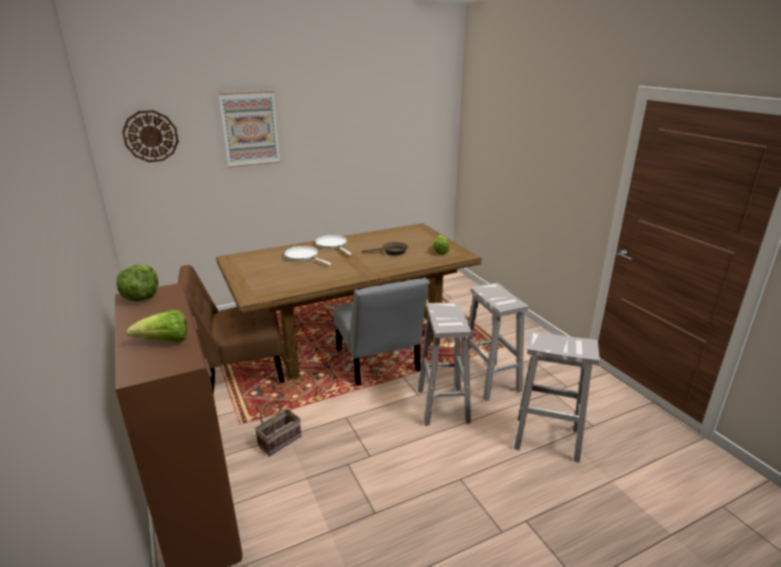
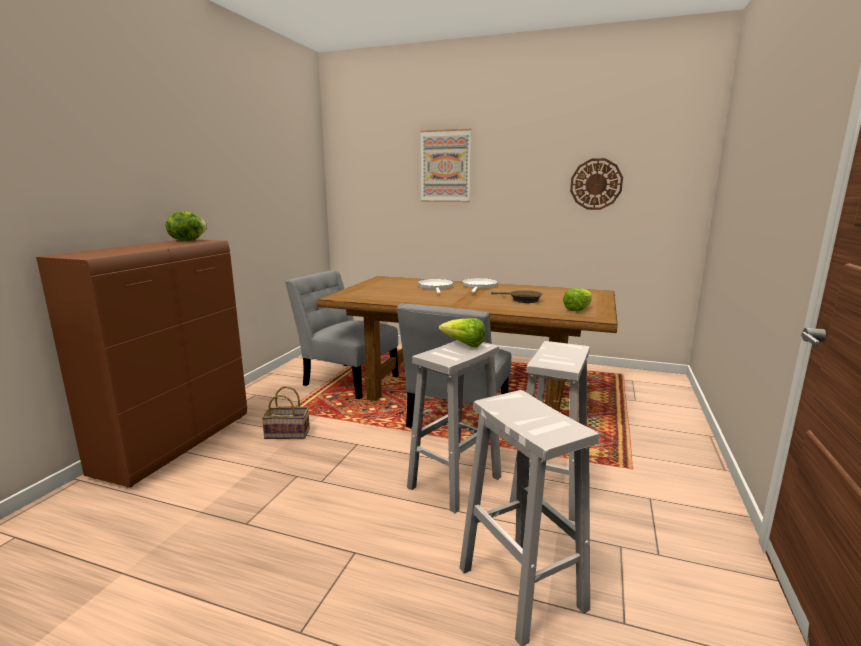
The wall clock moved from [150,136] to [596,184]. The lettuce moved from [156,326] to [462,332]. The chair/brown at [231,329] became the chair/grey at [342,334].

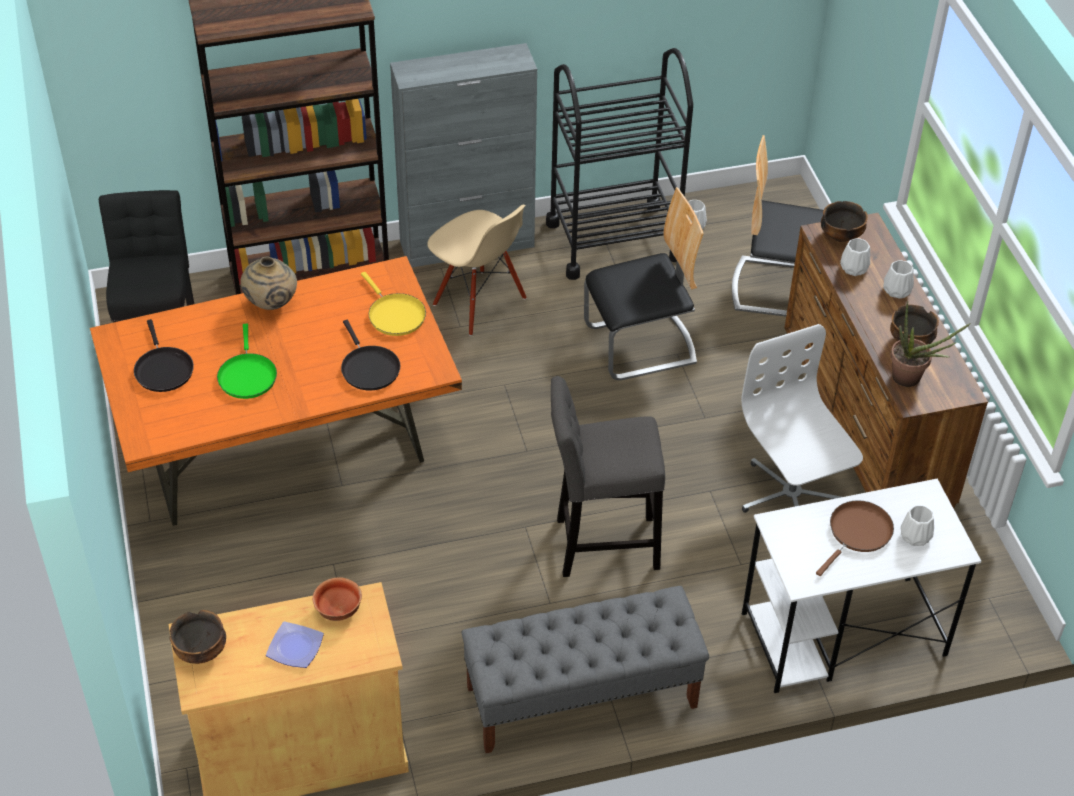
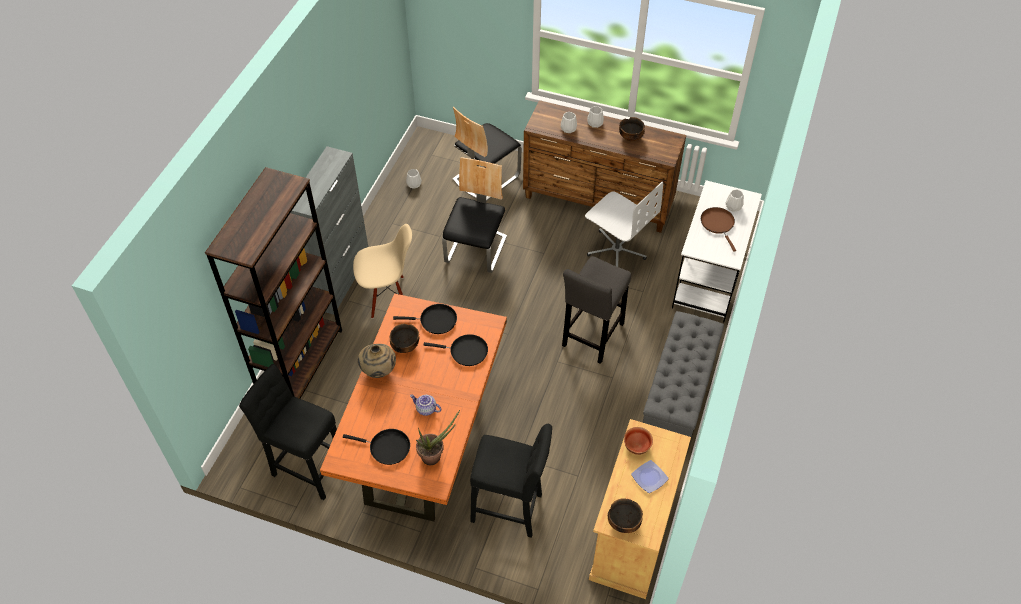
The frying pan/green at [247,361] was replaced by the teapot at [425,405]. The frying pan/yellow at [393,304] became the frying pan/black at [425,319]. The cart/black at [619,164] disappeared. The office chair/white at [802,418] turned 150 degrees counterclockwise. The bowl moved from [844,221] to [404,338]. The potted plant moved from [930,344] to [438,437]. The stool/black at [511,481] appeared.

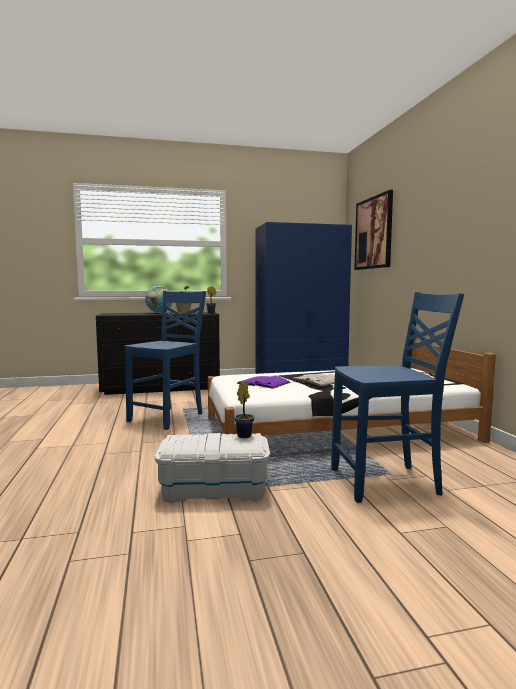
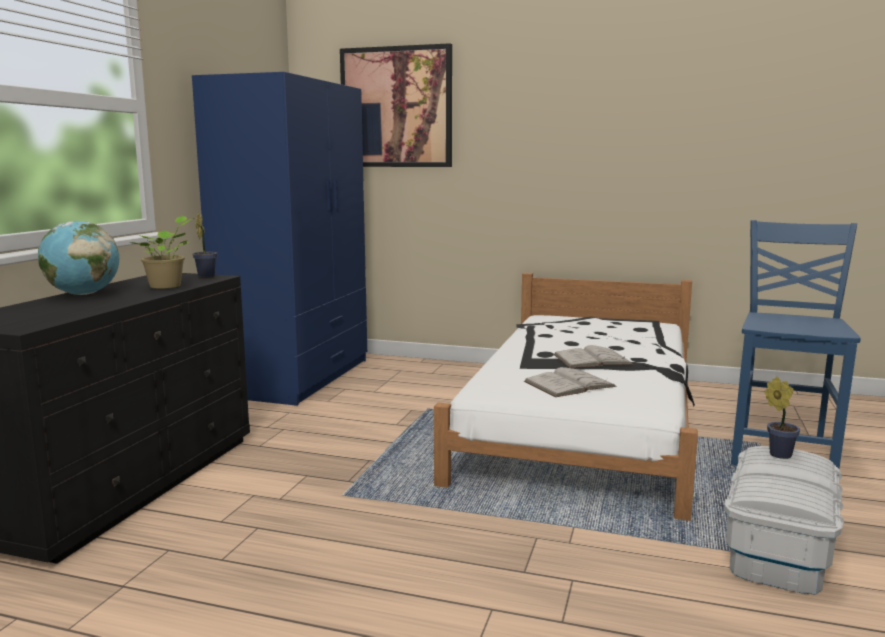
The chair/blue at [165,360] disappeared. The book/purple at [264,382] became the book/white at [570,382].

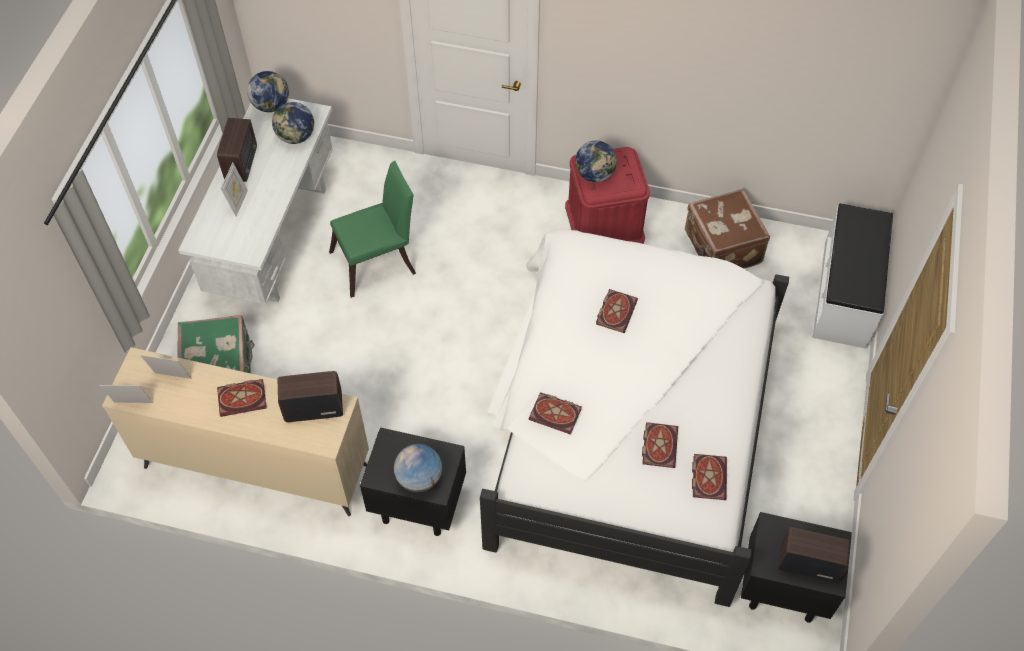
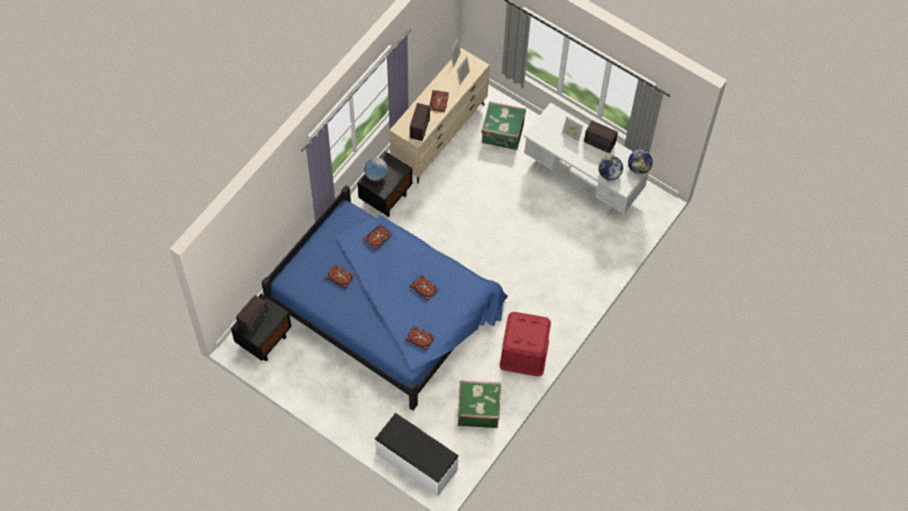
The chair/green at [372,229] disappeared. The bed/white at [634,418] became the bed/blue at [384,298]. The globe at [596,161] disappeared. The suitcase/brown at [727,229] became the suitcase/green at [479,404]. The book moved from [709,477] to [420,338].

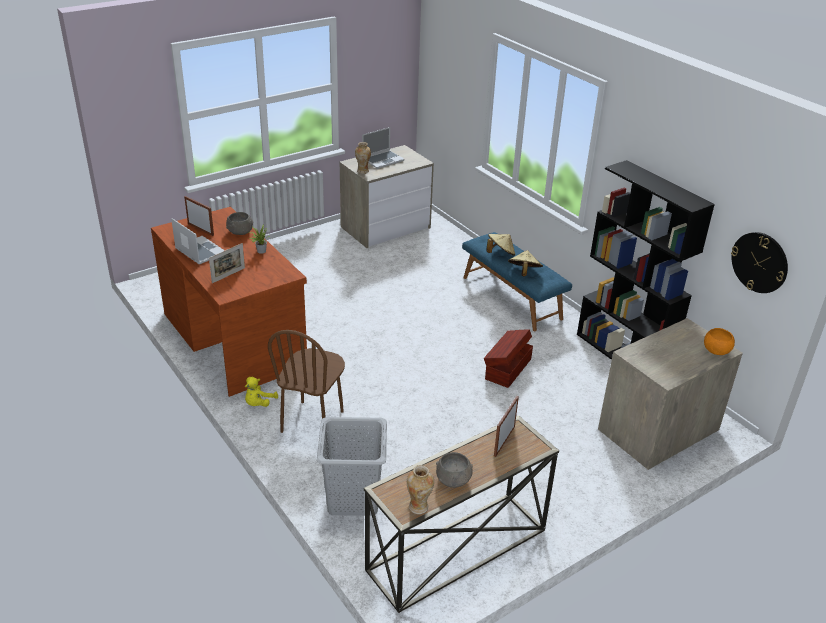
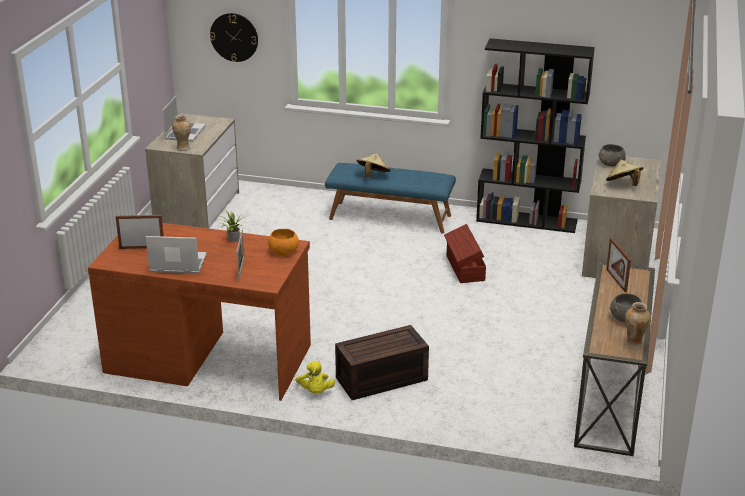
The bowl/grey moved from [239,223] to [612,155]. The chair/brown at [306,381] was replaced by the storage box/brown at [382,362]. The laundry basket/grey at [352,466] disappeared. The hat/beige moved from [525,263] to [625,173]. The bowl/orange moved from [719,341] to [283,242]. The wall clock moved from [759,262] to [234,37].

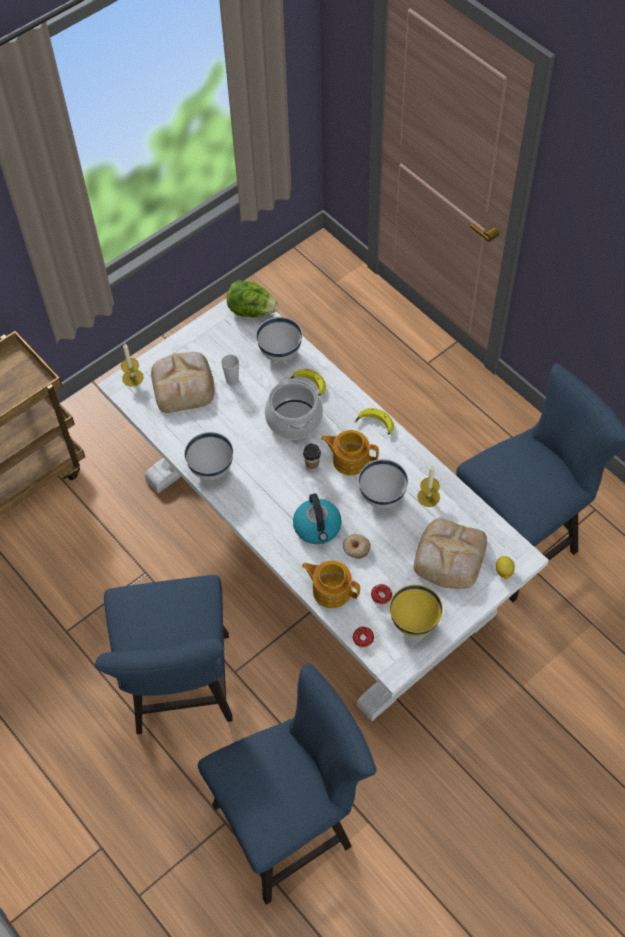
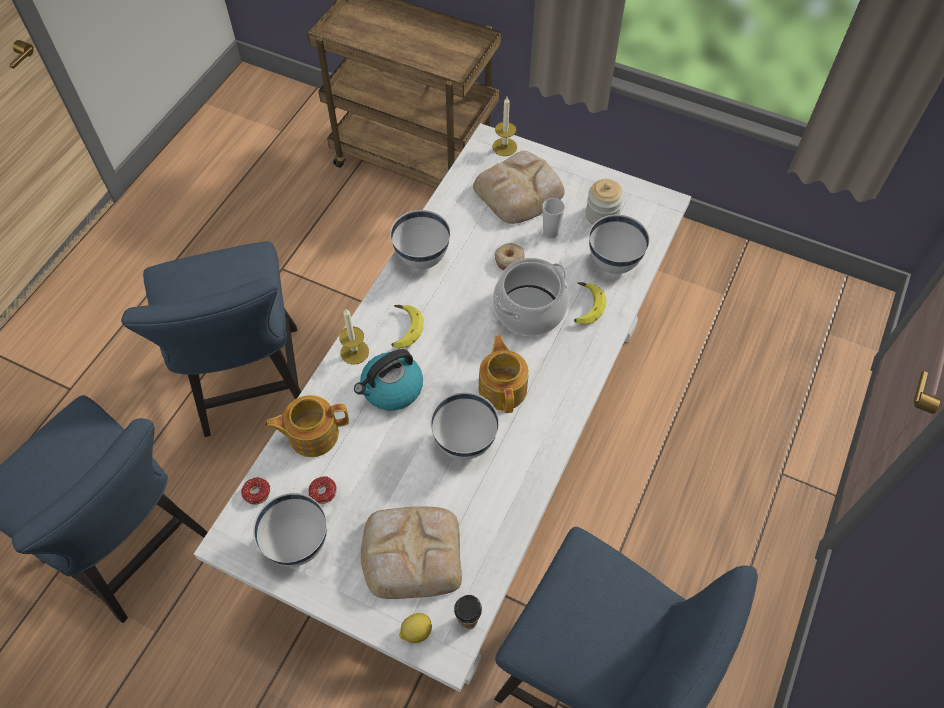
The chair/blue at [164,654] turned 75 degrees counterclockwise. The lettuce at [253,299] disappeared. The teapot at [331,584] turned 105 degrees counterclockwise. The cup moved from [312,457] to [468,612]. The donut moved from [357,546] to [510,256]. The banana moved from [374,421] to [407,326]. The bowl/yellow at [416,610] became the bowl/white at [290,530]. The candle moved from [428,486] to [354,337]. The jar at [605,202] appeared.

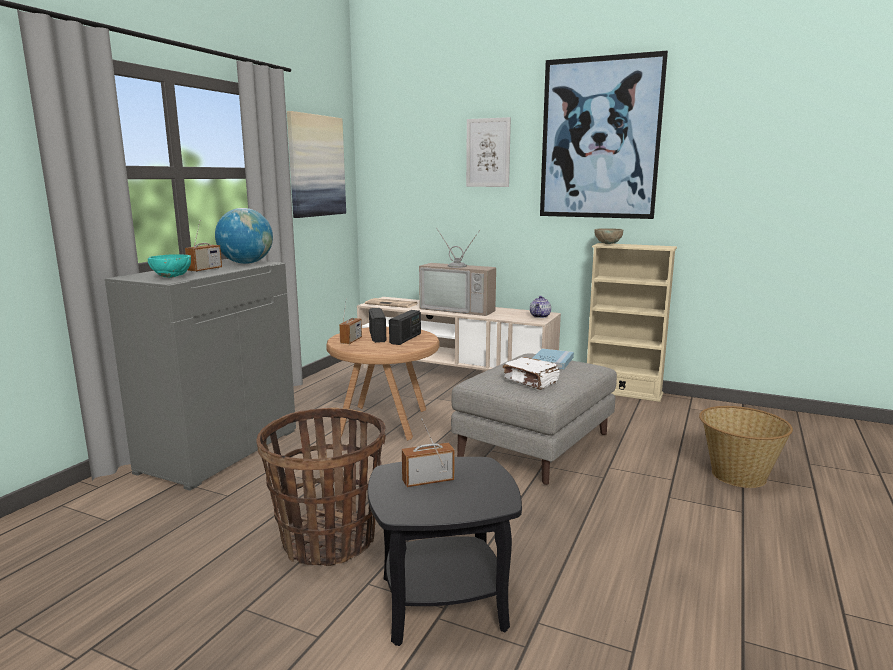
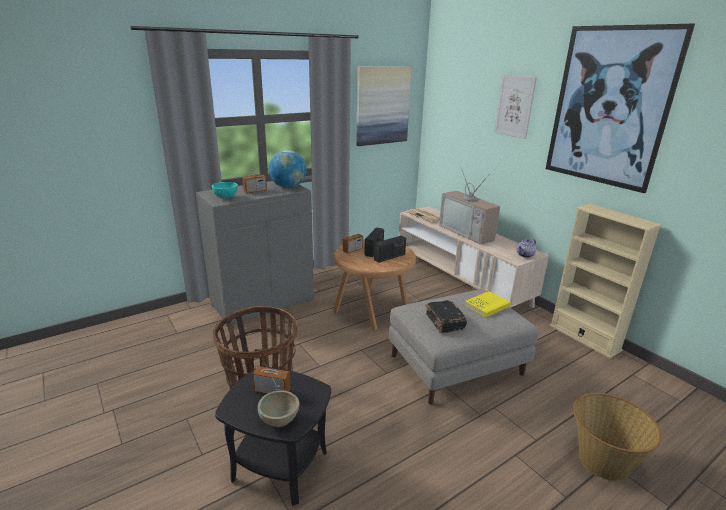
The book/white at [531,373] became the book/black at [446,316]. The book/blue at [553,359] became the book/yellow at [488,304]. The bowl/beige moved from [608,236] to [278,408].

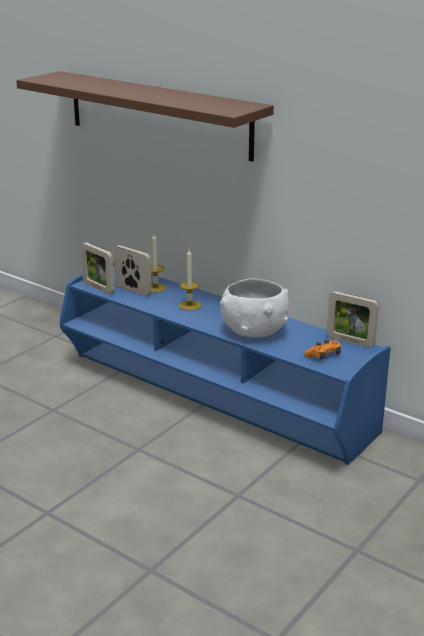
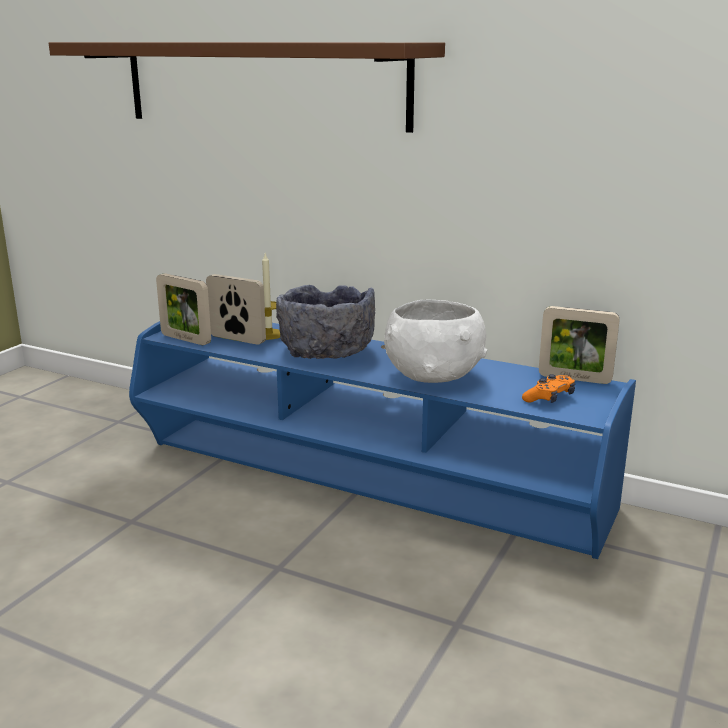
The candle at [190,280] was replaced by the bowl/grey at [325,322].

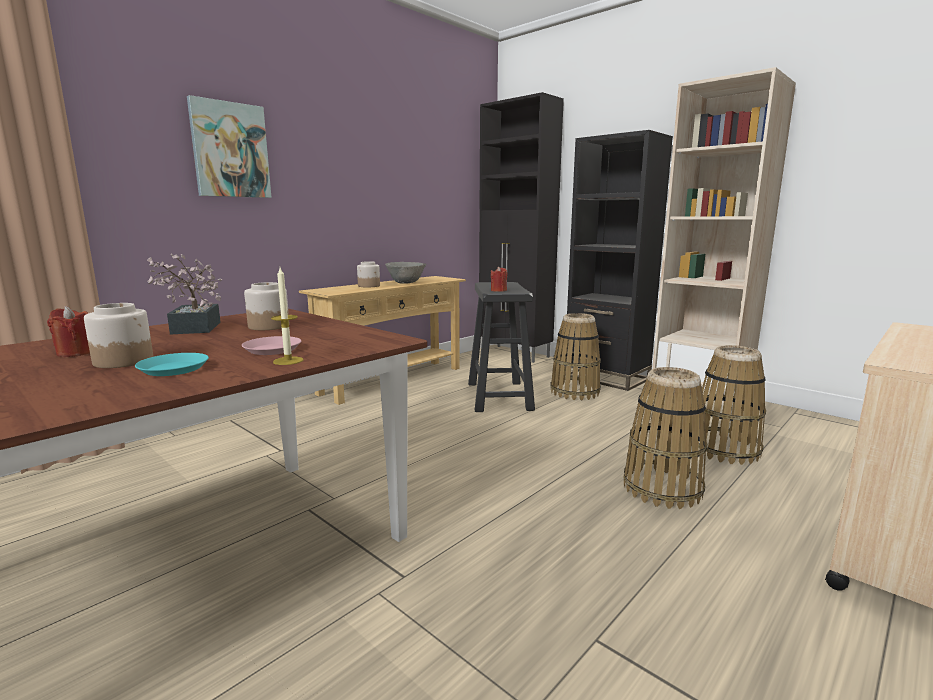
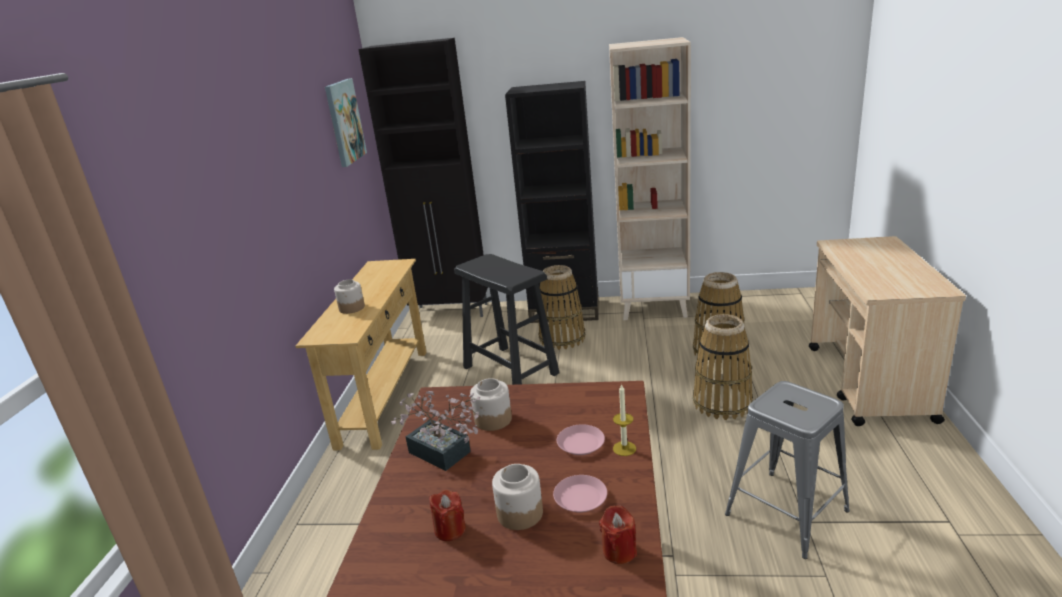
The plate/turquoise at [172,364] became the plate/pink at [580,493]. The picture moved from [229,146] to [346,122]. The bowl/grey at [405,273] disappeared. The candle/red moved from [499,279] to [618,535]. The stool/grey at [787,470] appeared.

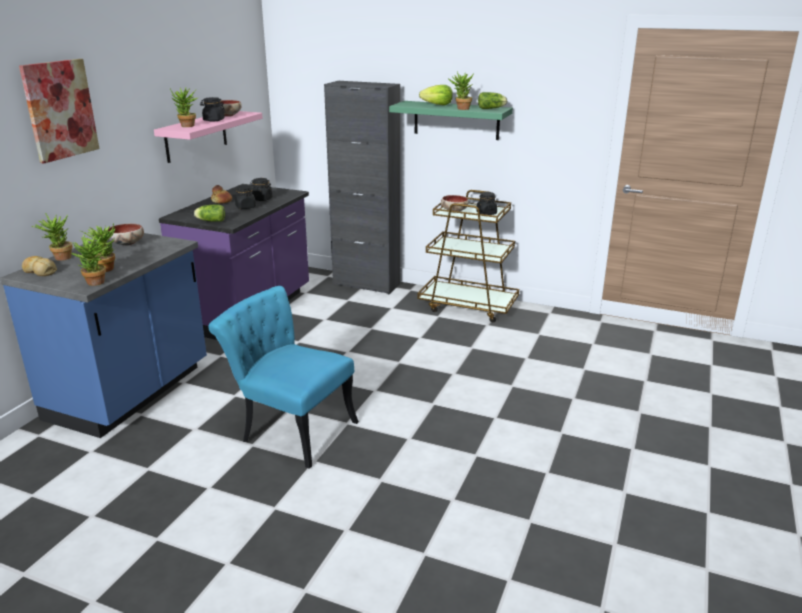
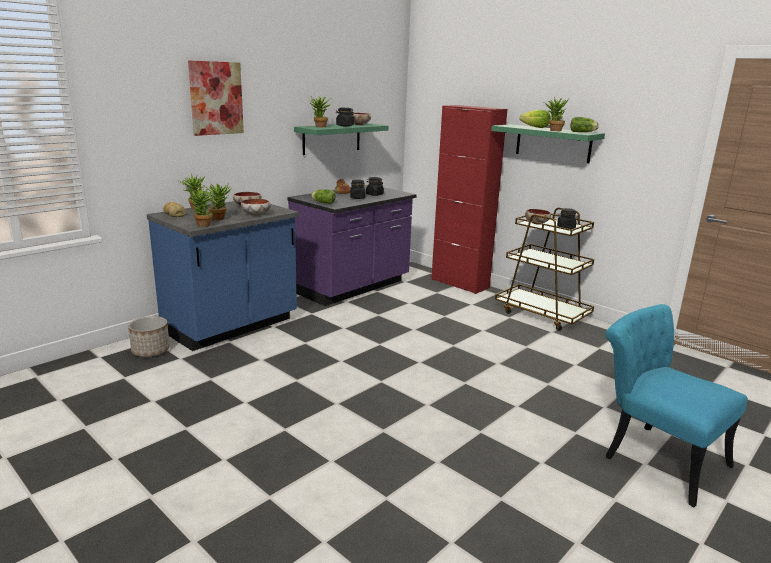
The shelf/pink at [208,137] became the shelf/green at [341,139]. The chair/turquoise moved from [283,377] to [676,405]. The cabinet/black at [362,187] became the cabinet/red at [469,199]. The planter at [149,336] appeared. The bowl at [256,207] appeared.

